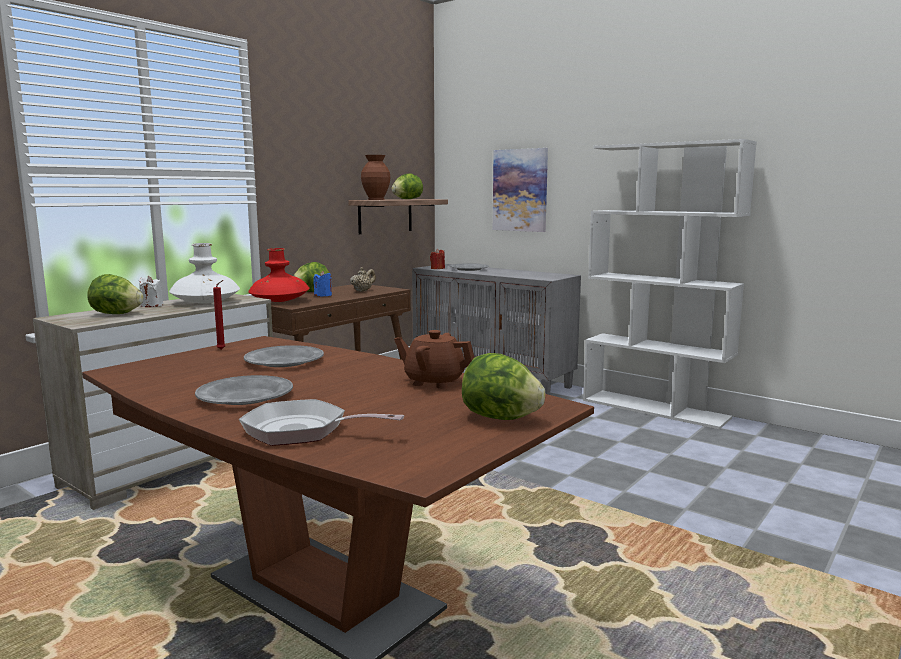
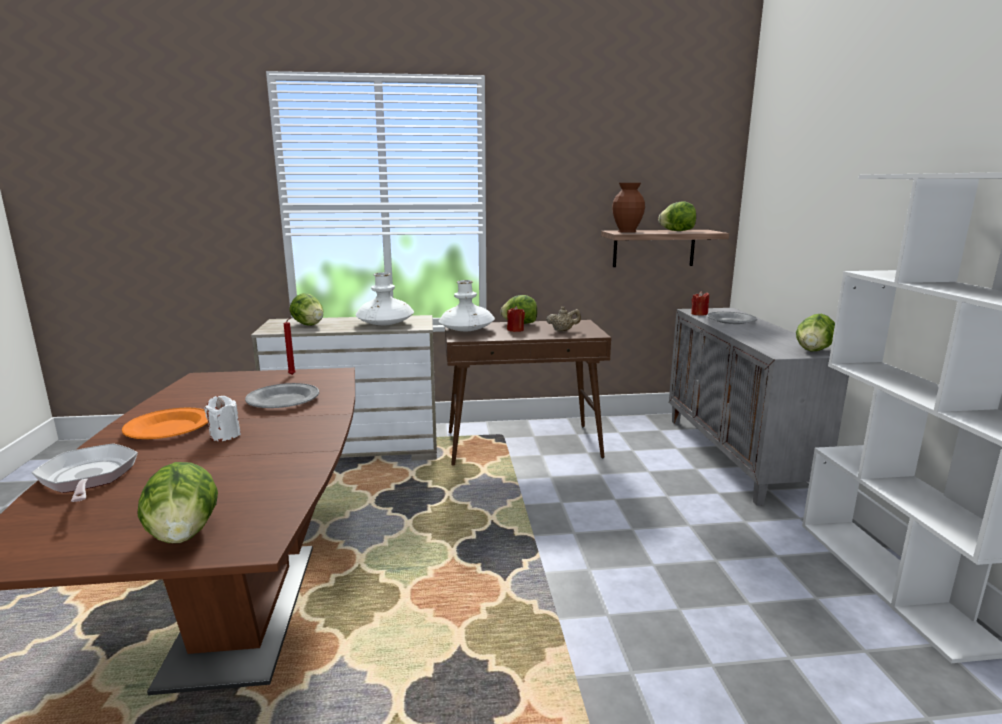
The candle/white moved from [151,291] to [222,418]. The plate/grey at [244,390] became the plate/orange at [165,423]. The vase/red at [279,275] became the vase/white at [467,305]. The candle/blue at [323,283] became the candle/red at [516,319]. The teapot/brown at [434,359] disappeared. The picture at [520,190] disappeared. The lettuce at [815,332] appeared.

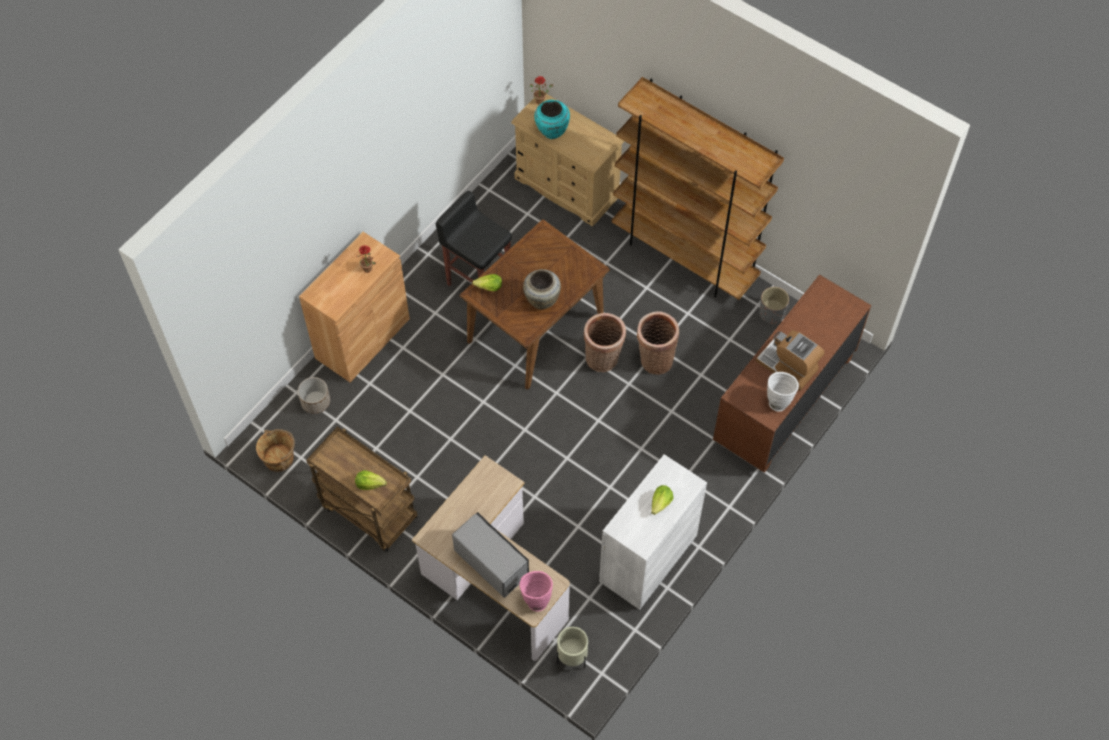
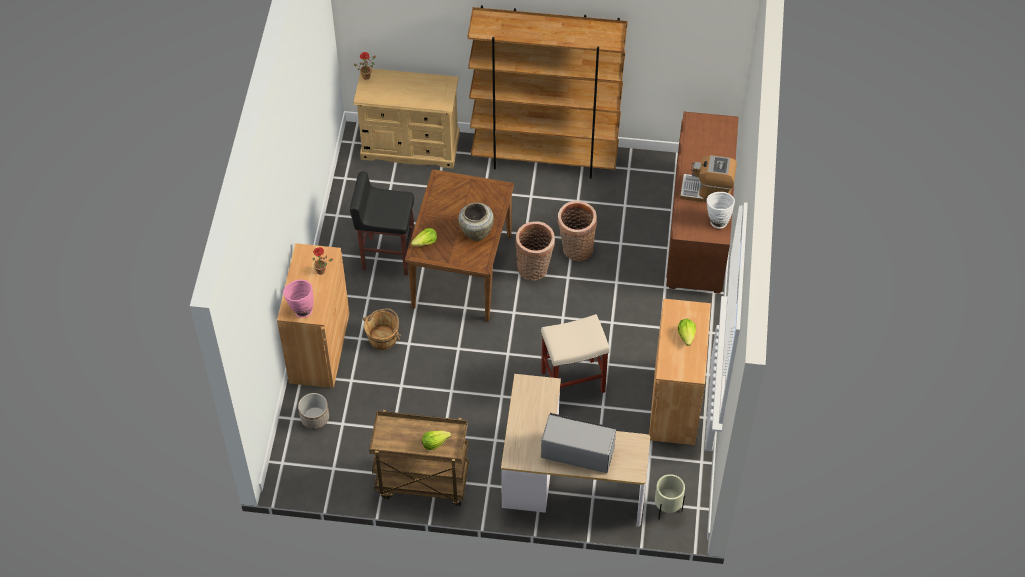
The bucket/brown moved from [275,450] to [382,329]. The vase/pink moved from [536,591] to [298,298]. The vase/turquoise at [552,119] disappeared. The cabinet/white at [653,532] became the cabinet/brown at [680,372]. The planter/grey at [774,305] disappeared. The stool/beige at [575,353] appeared.

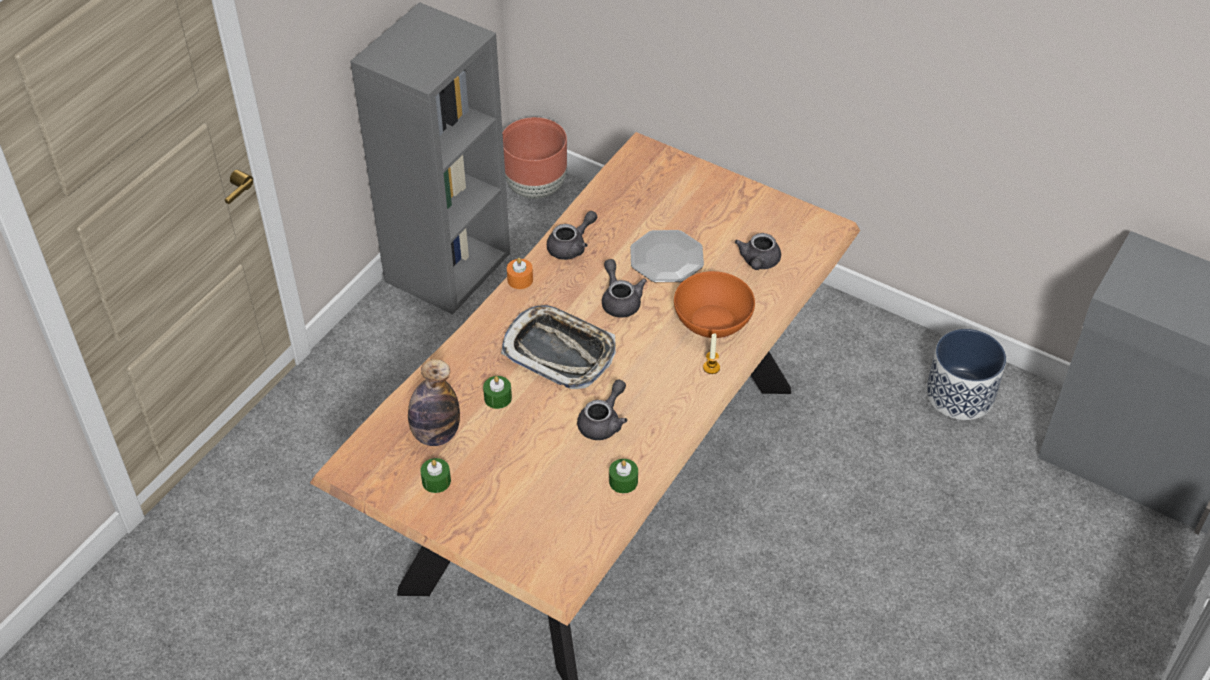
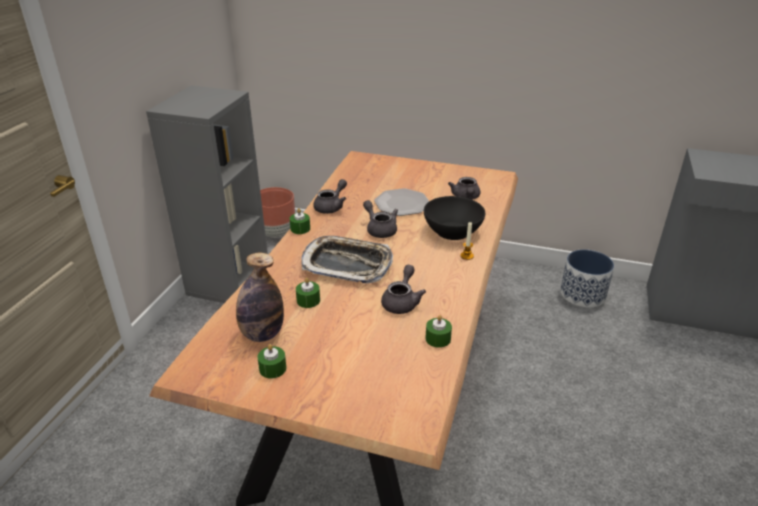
The candle/orange at [520,273] became the candle/green at [300,221]. The bowl/orange at [714,304] became the bowl/black at [454,218].

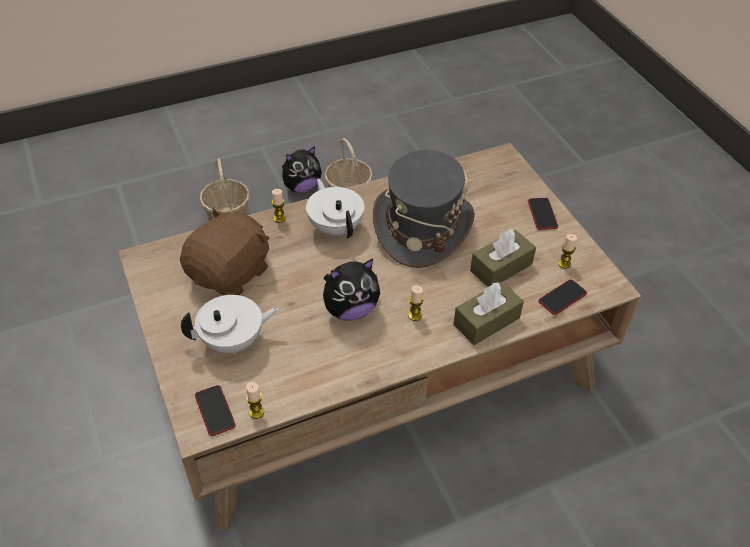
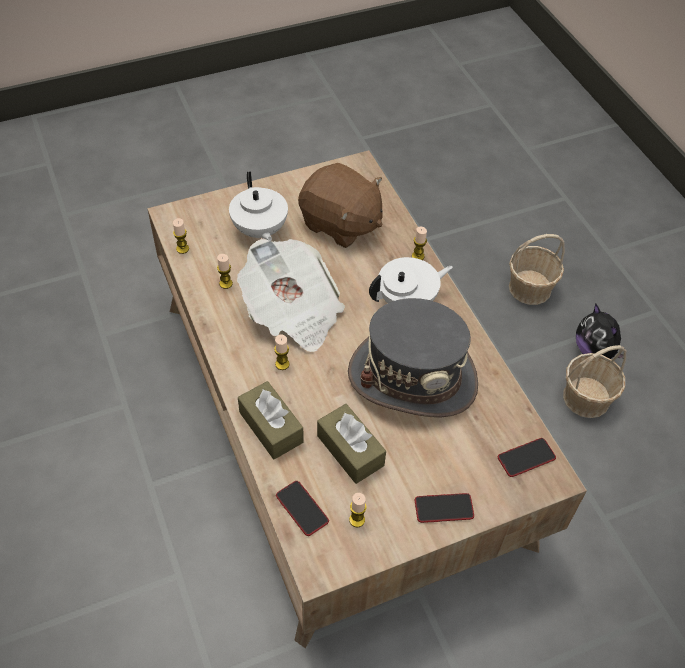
The phone moved from [215,410] to [527,457]. The plush toy at [351,290] was replaced by the newspaper at [291,295]. The candle at [225,271] appeared.

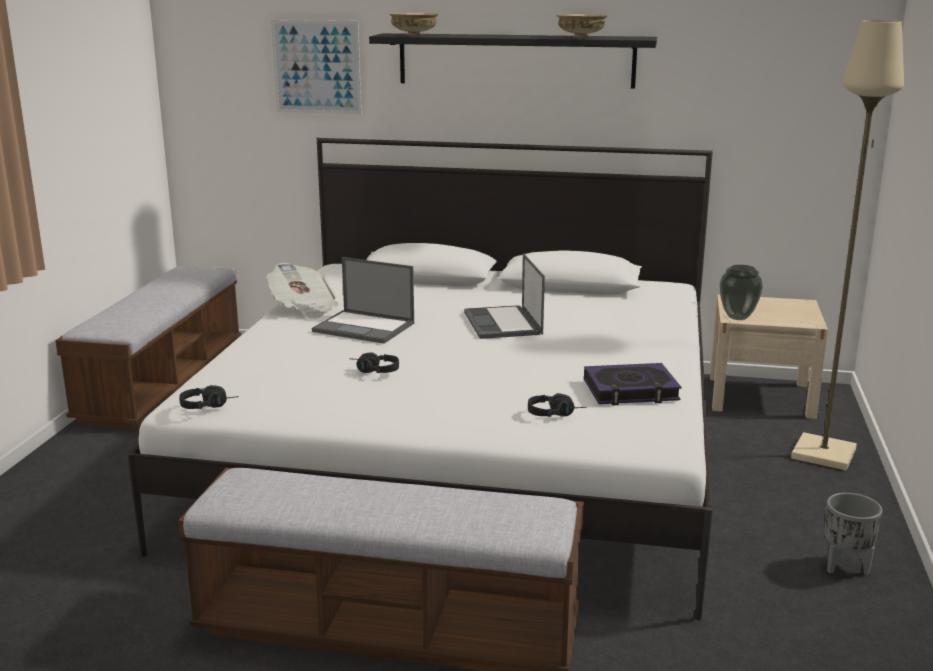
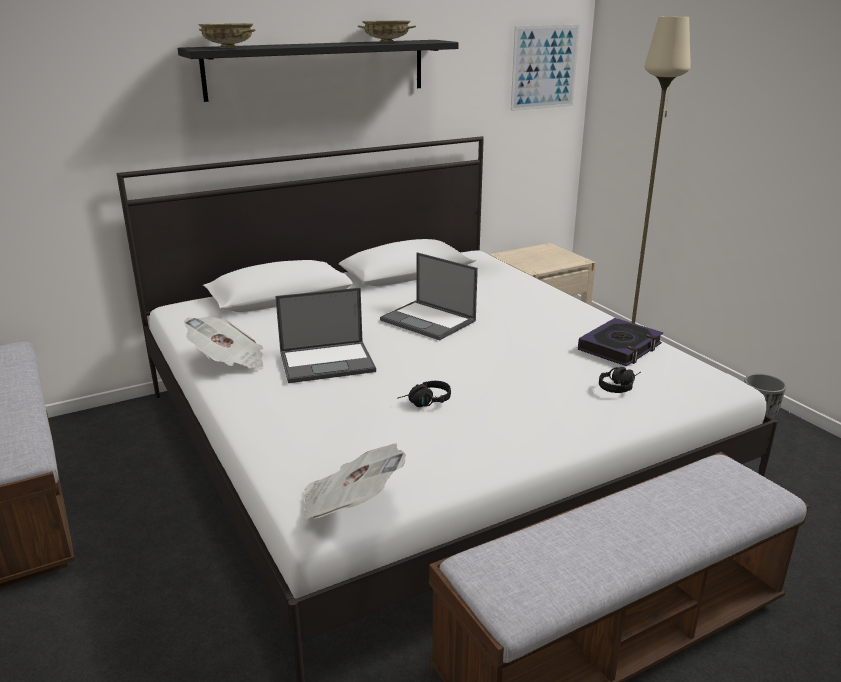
The headphones/black at [209,397] was replaced by the newspaper at [354,481]. The picture moved from [316,67] to [545,68]. The vase at [741,292] disappeared.

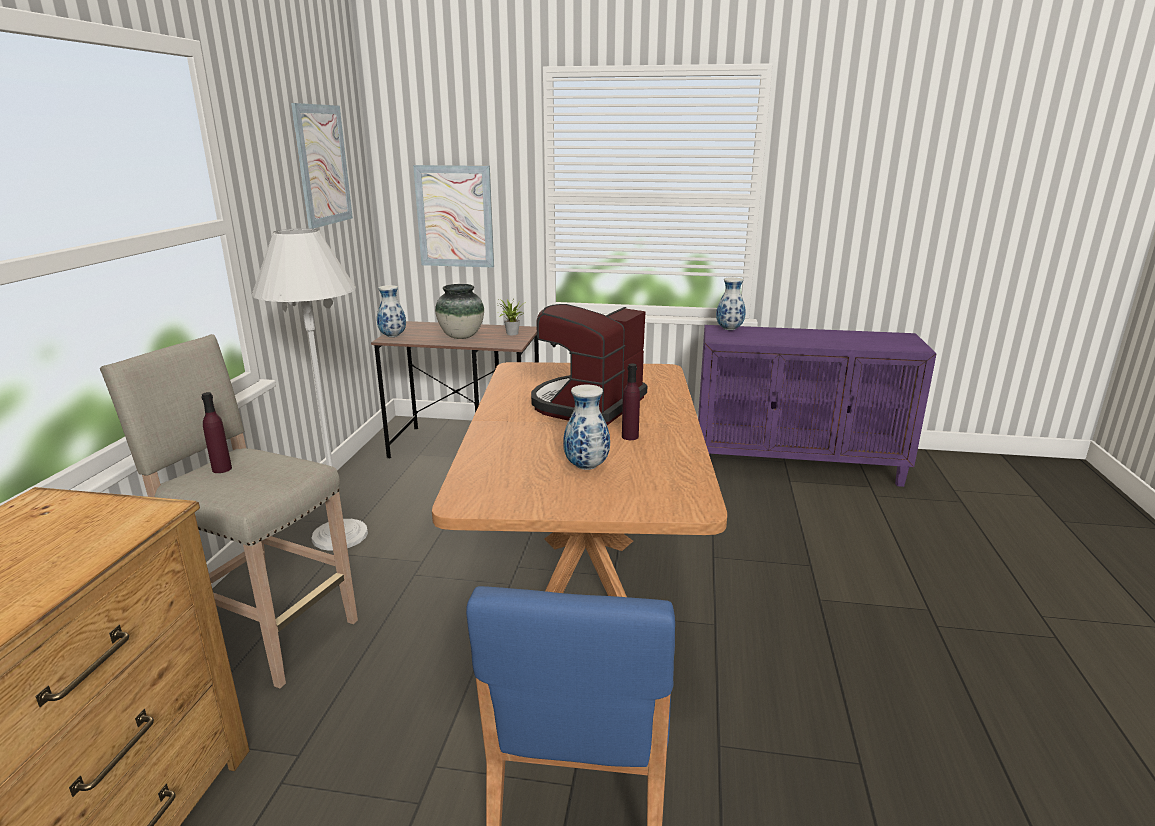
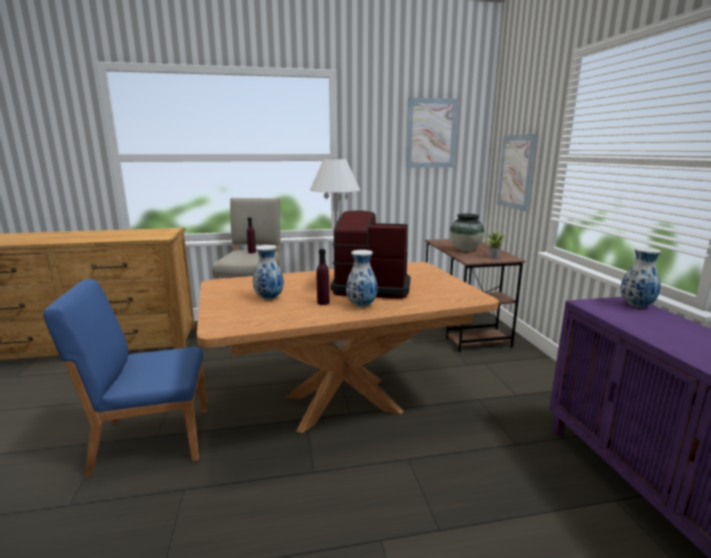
The vase moved from [391,311] to [362,278].

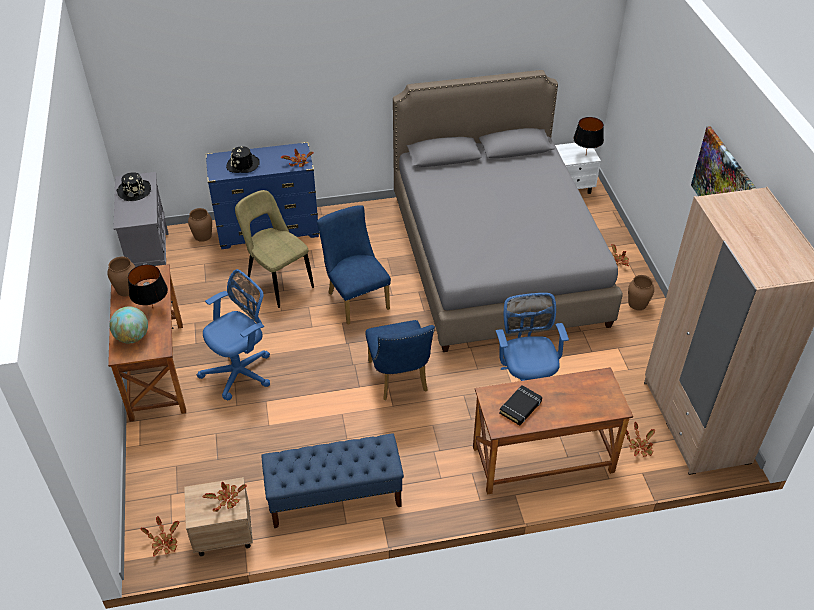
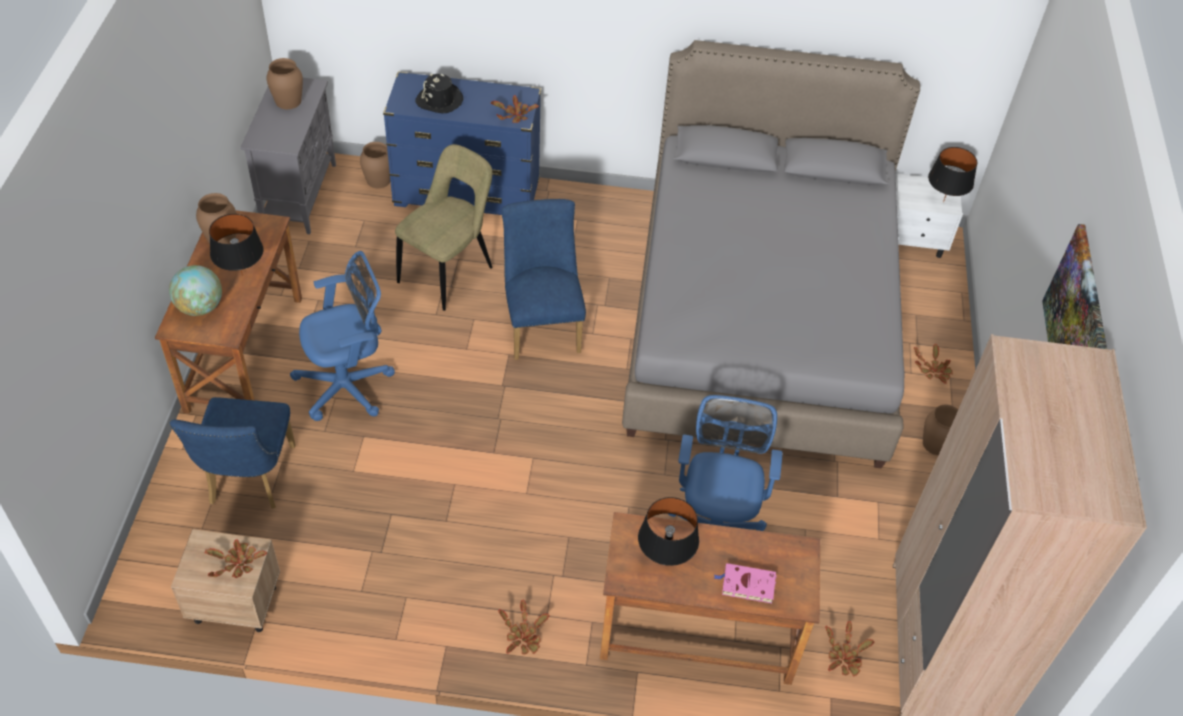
The hat/black at [134,186] was replaced by the vase/brown at [285,83]. The potted plant moved from [159,536] to [524,626]. The chair/beige at [274,249] turned 60 degrees clockwise. The bench/blue at [332,480] disappeared. The chair/blue moved from [400,360] to [233,453]. The book/black at [520,405] was replaced by the table lamp/black at [668,531]. The book/pink at [745,583] appeared.

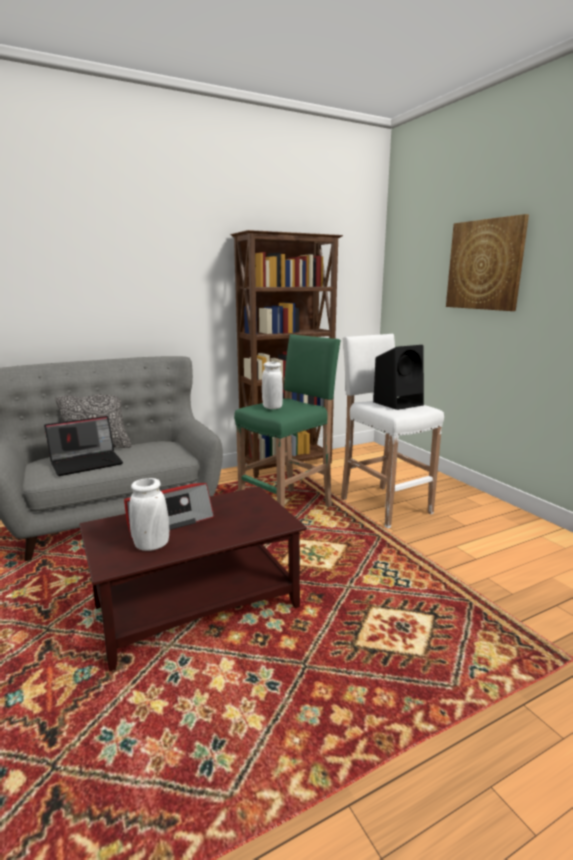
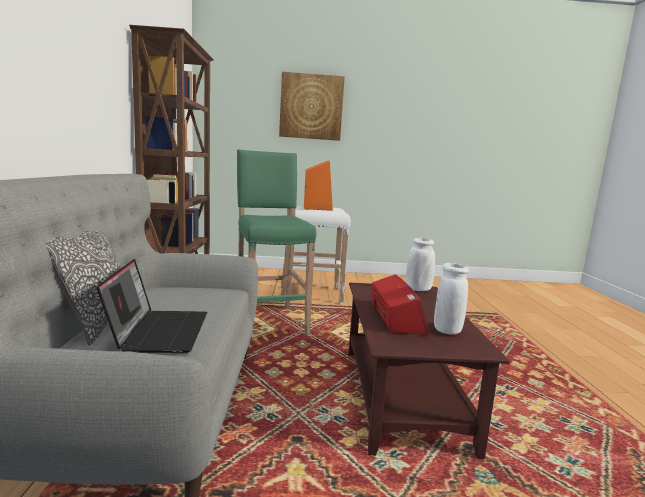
The vase/white moved from [272,385] to [420,264]. The speaker/black at [398,377] became the speaker/orange at [318,186].

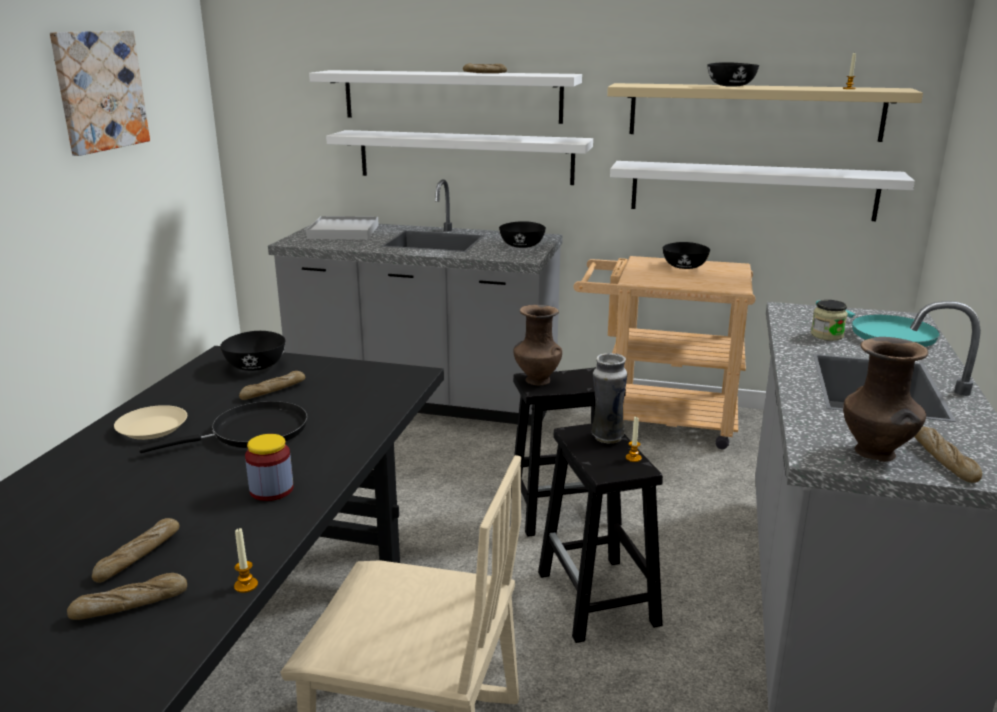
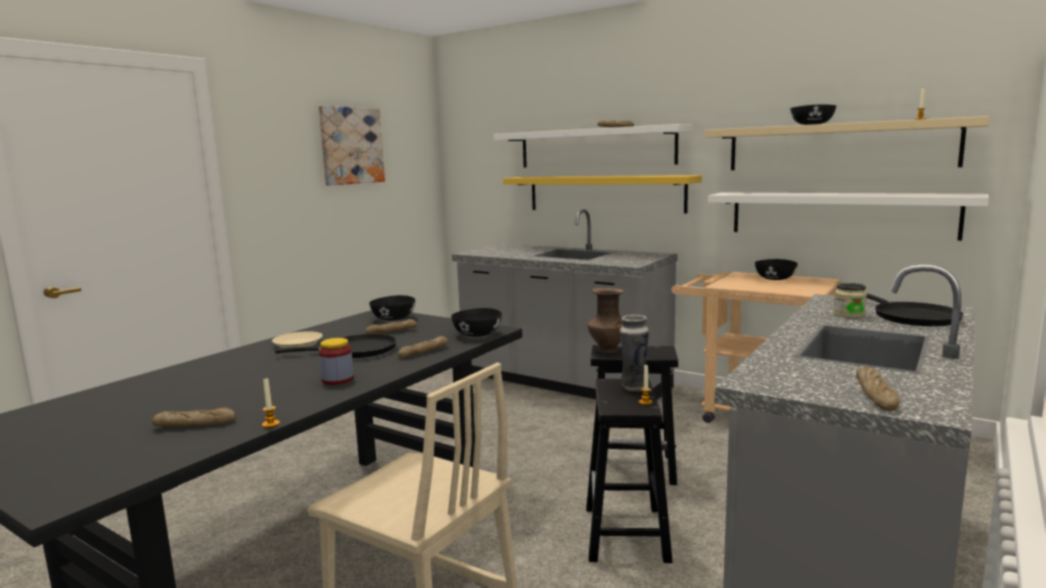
The bread moved from [135,550] to [423,347]. The tray/white at [342,228] disappeared. The shelf/white at [459,157] became the shelf/yellow at [602,194]. The bowl/black moved from [522,234] to [476,322]. The frying pan/turquoise at [878,323] became the frying pan/black at [915,309]. The vase/brown at [885,399] disappeared.

